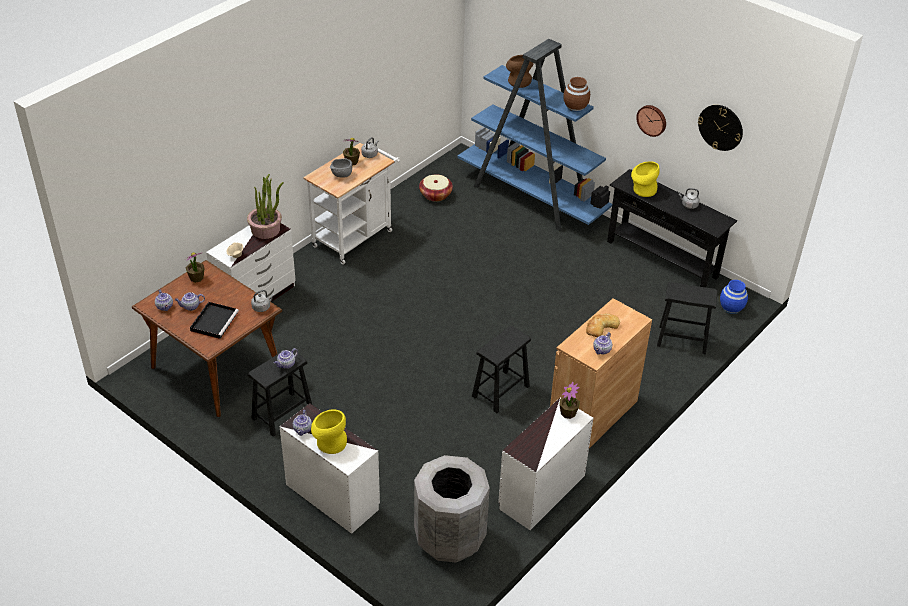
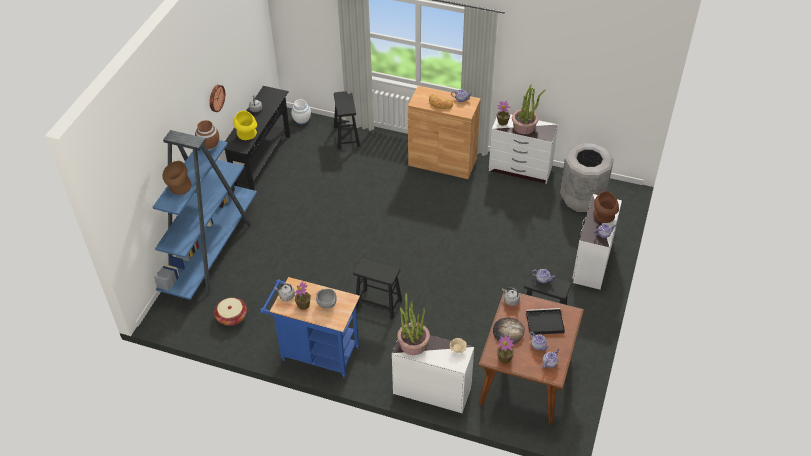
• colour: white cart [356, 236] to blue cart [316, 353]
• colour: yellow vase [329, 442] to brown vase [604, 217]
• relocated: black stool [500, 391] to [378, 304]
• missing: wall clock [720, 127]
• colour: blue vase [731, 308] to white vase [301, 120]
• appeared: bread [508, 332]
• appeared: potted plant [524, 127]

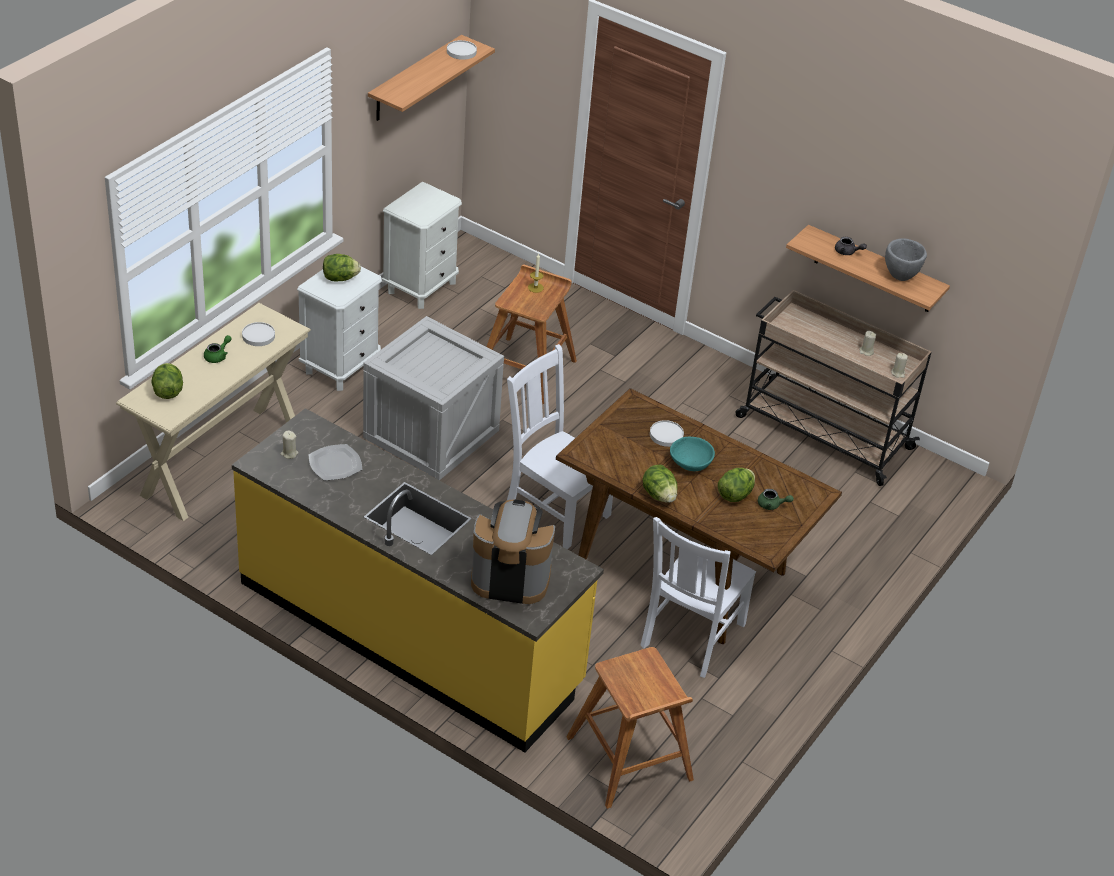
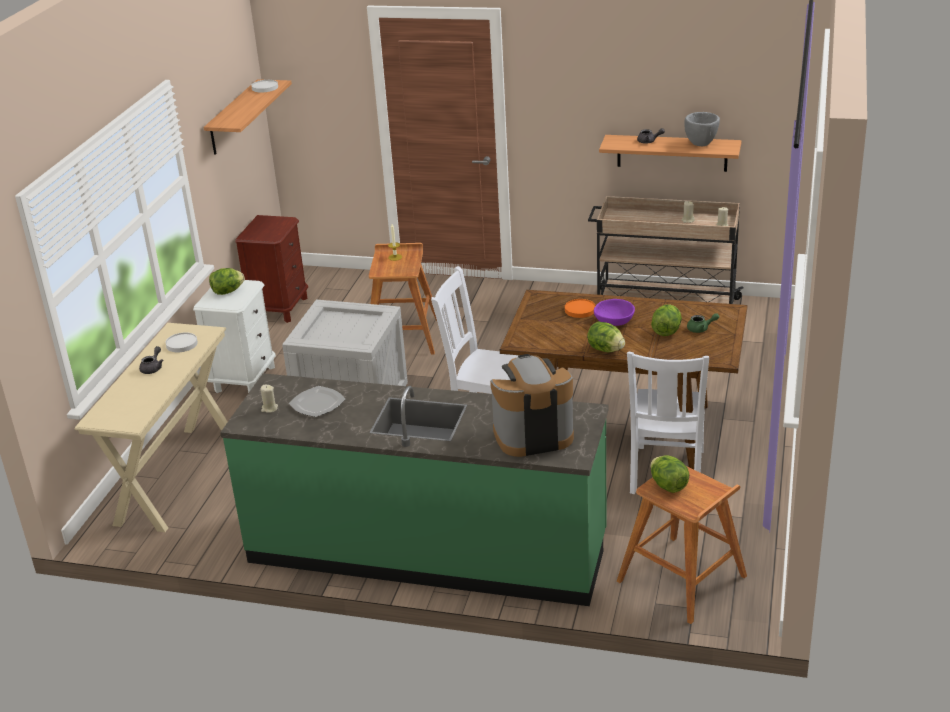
• relocated: lettuce [168, 391] to [668, 486]
• colour: green teapot [218, 356] to grey teapot [153, 368]
• colour: yellow counter [410, 634] to green counter [427, 550]
• colour: white nightstand [421, 287] to brown nightstand [280, 308]
• colour: white plate [666, 435] to orange plate [580, 310]
• colour: turquoise bowl [689, 463] to purple bowl [613, 322]

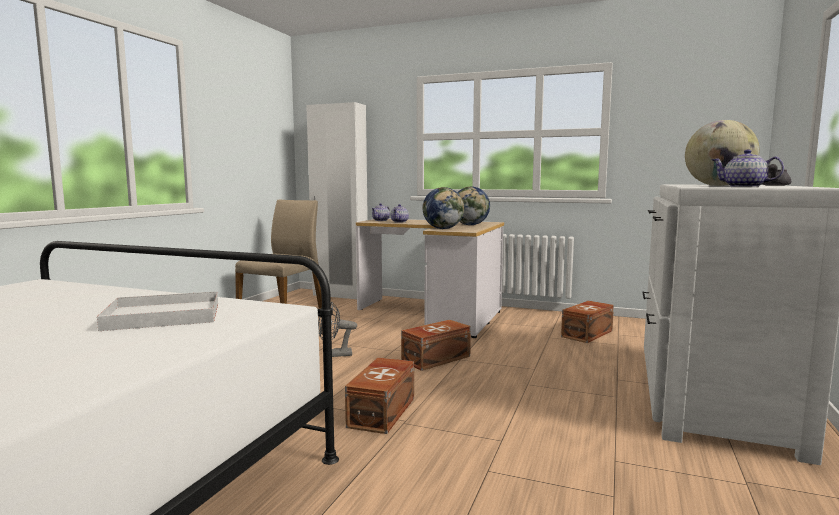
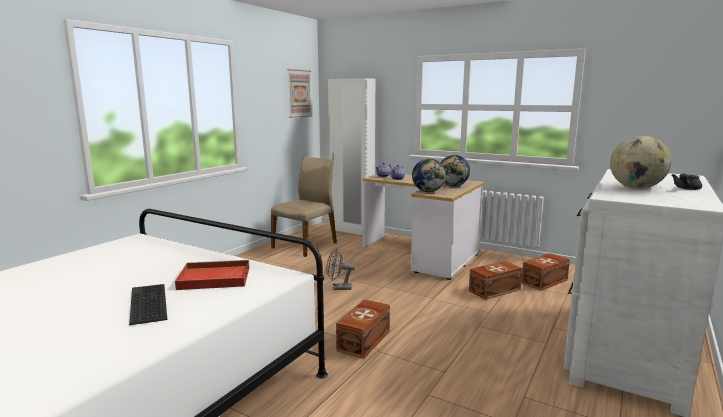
• colour: white tray [161, 316] to red tray [213, 278]
• relocated: brown storage box [434, 358] to [493, 290]
• missing: teapot [744, 187]
• appeared: keyboard [149, 304]
• appeared: picture [299, 93]

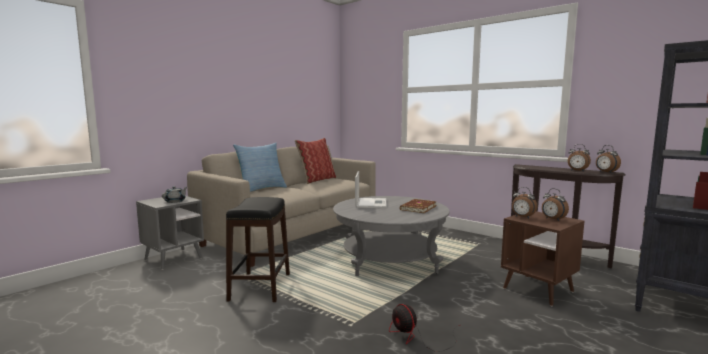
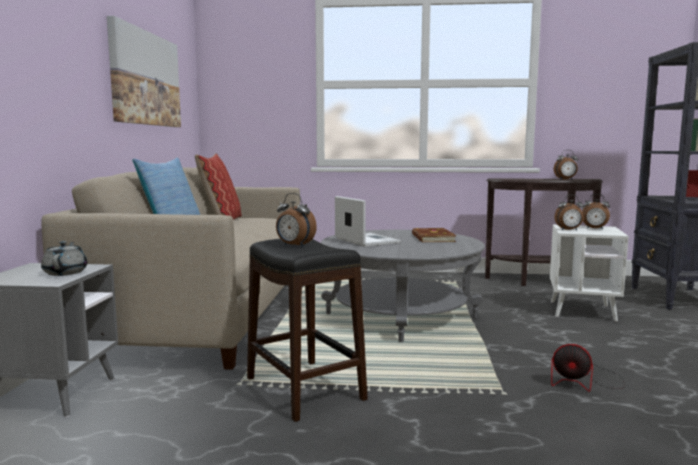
• colour: brown side table [538, 290] to white side table [582, 311]
• relocated: alarm clock [605, 172] to [294, 246]
• appeared: picture [145, 79]

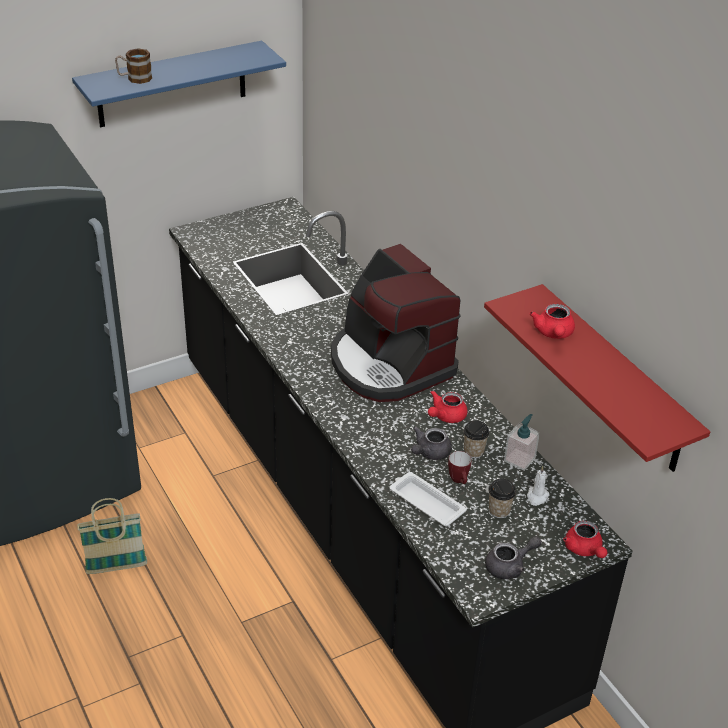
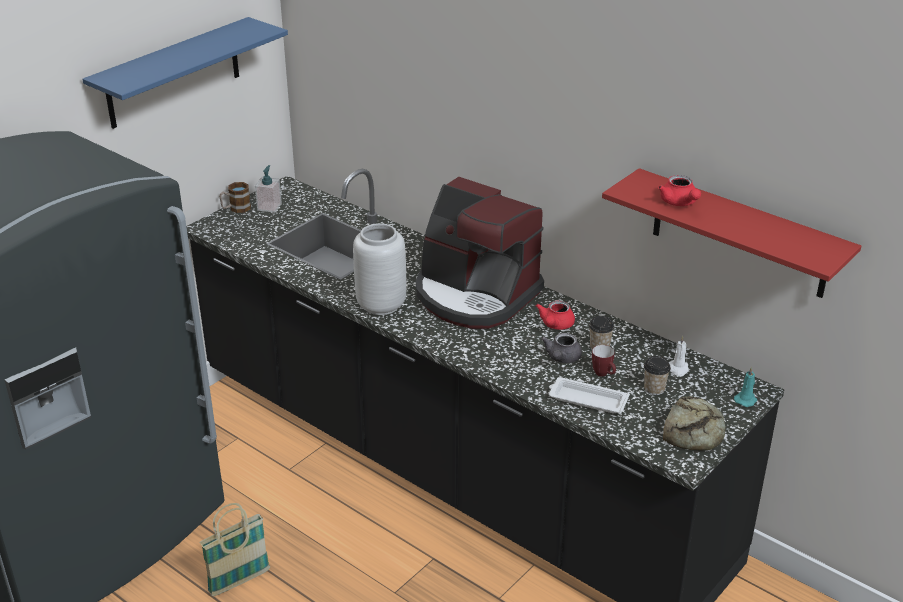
• relocated: mug [134, 78] to [236, 209]
• exchanged: grey teapot [510, 566] to bread [694, 430]
• relocated: soap dispenser [519, 459] to [269, 207]
• exchanged: red teapot [584, 550] to turquoise candle [746, 400]
• appeared: grey vase [380, 305]

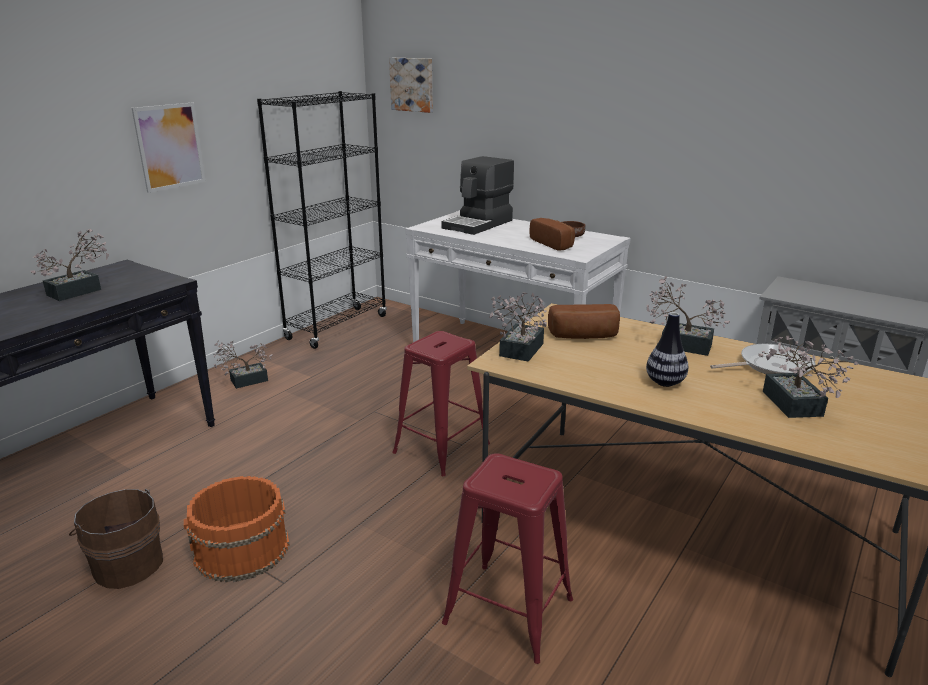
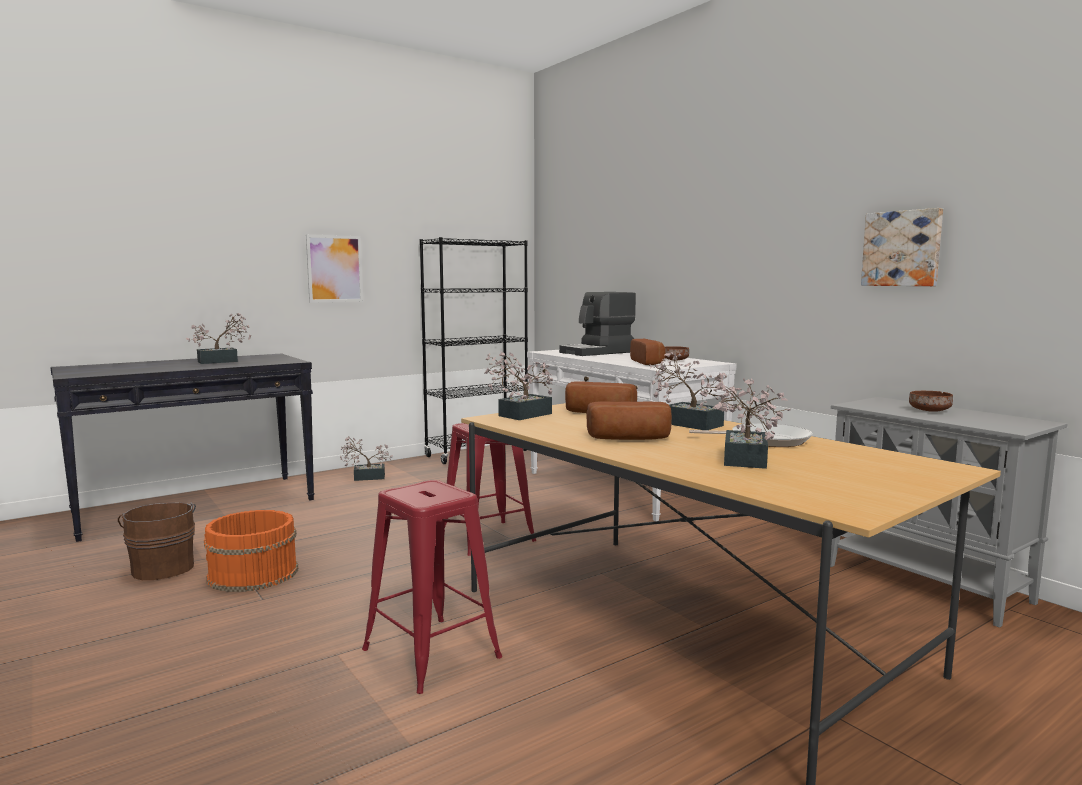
• relocated: picture [412, 84] to [902, 248]
• exchanged: vase [664, 382] to bread [629, 439]
• appeared: brown bowl [928, 410]

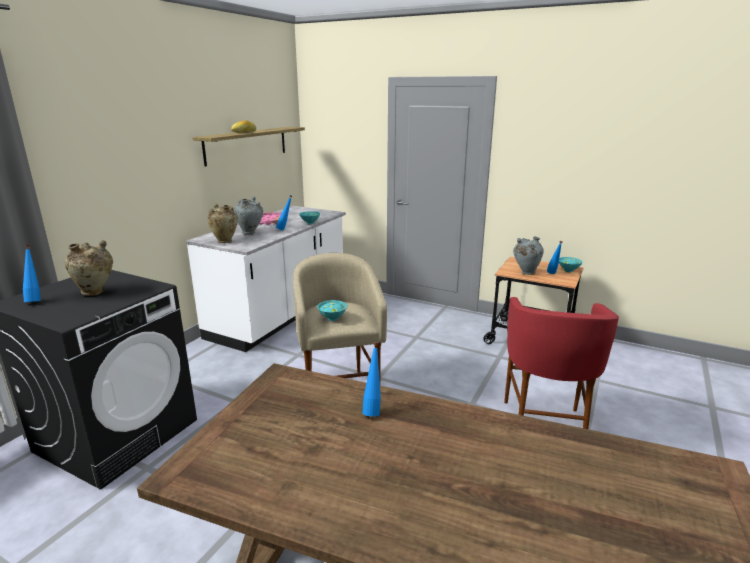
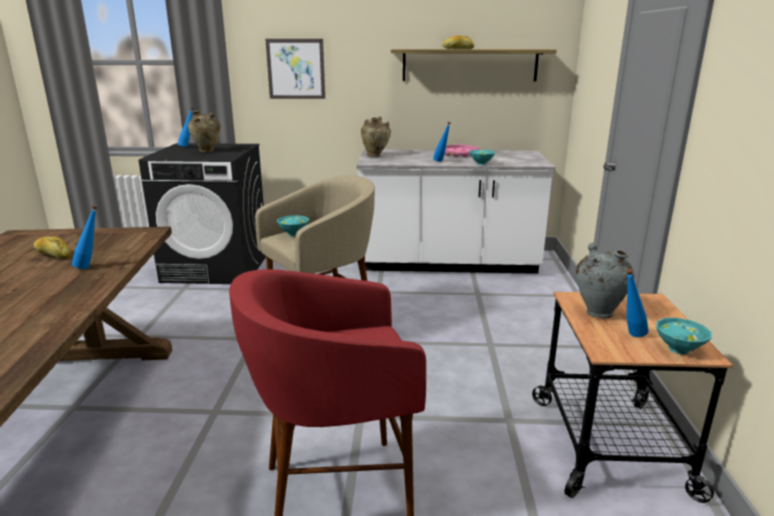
• missing: grey vase [250, 232]
• appeared: bread [53, 255]
• appeared: picture [296, 69]

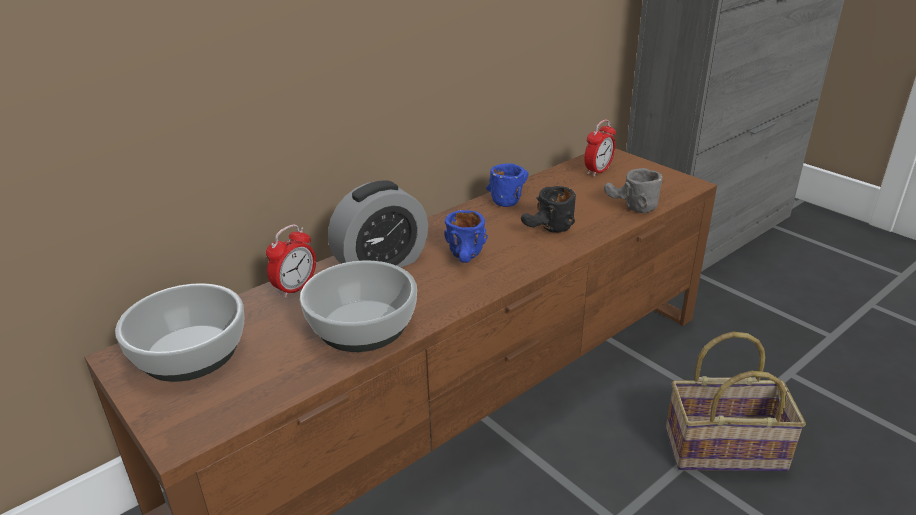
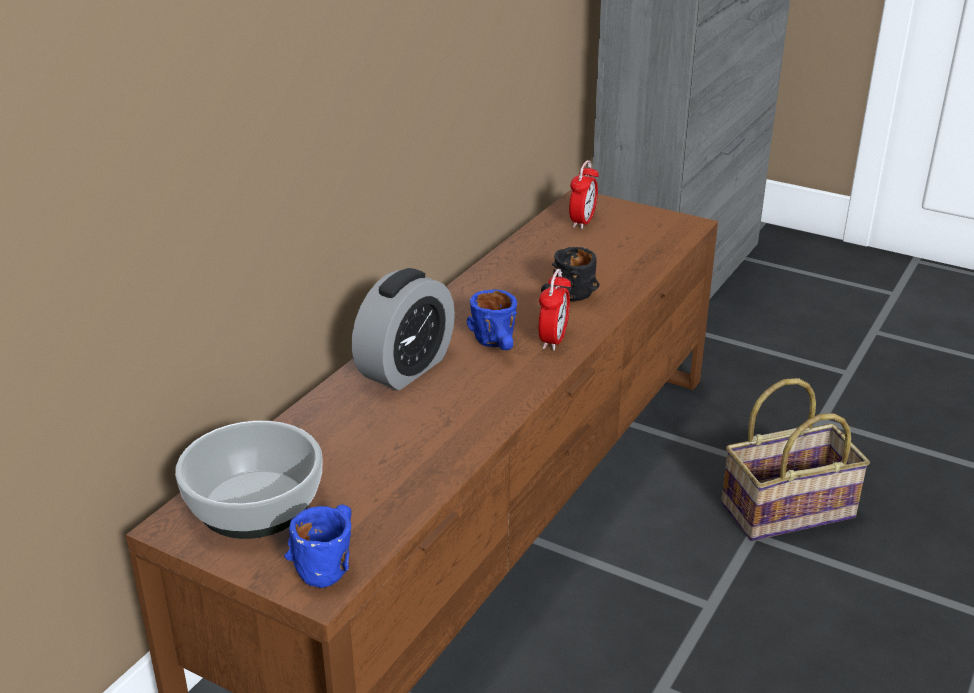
• relocated: alarm clock [295, 288] to [553, 340]
• missing: bowl [361, 326]
• relocated: blue mug [509, 197] to [326, 560]
• missing: grey mug [629, 207]

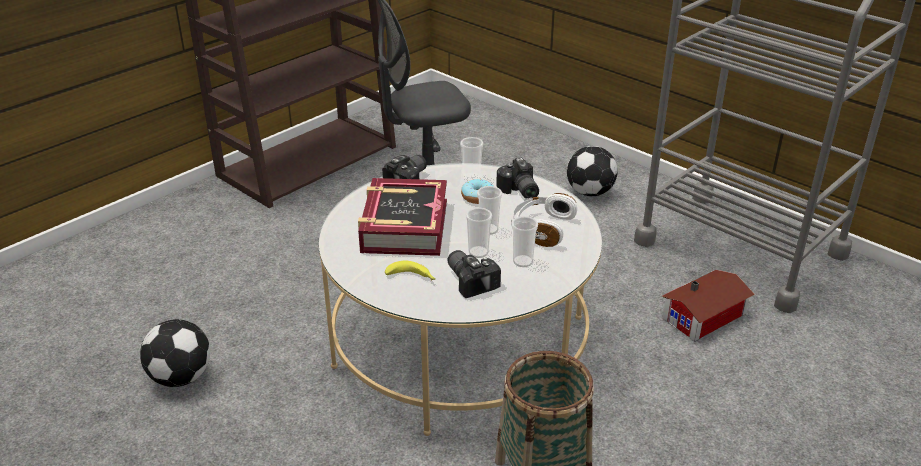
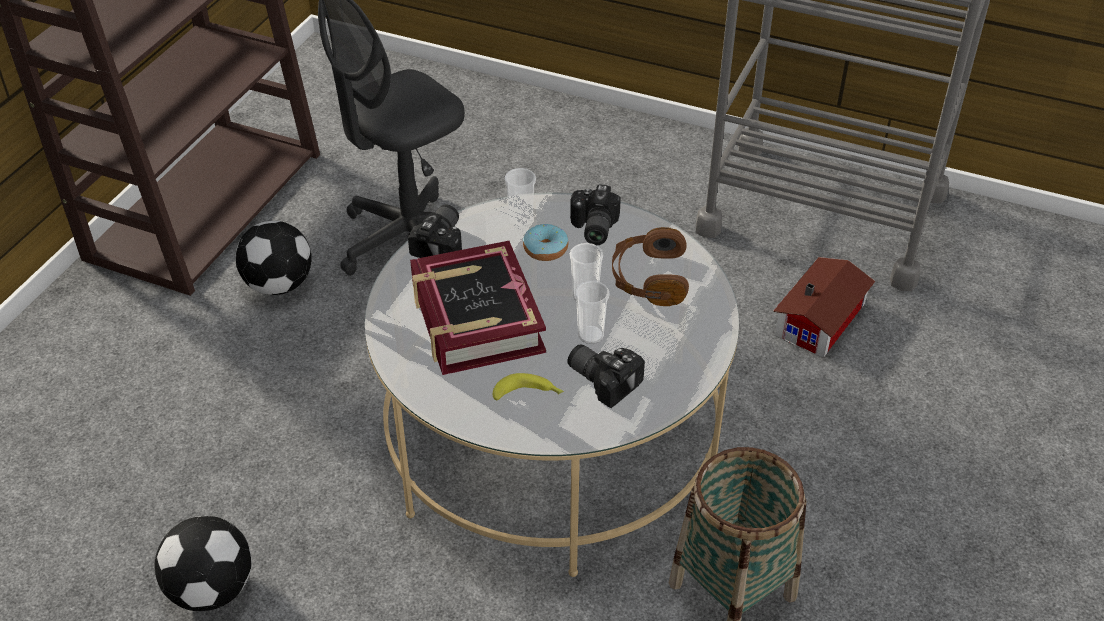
• spun: photo camera [518, 192] = [592, 228] 45 degrees clockwise
• colour: white headphones [541, 228] to brown headphones [648, 279]
• missing: cup [523, 261]
• relocated: football [590, 192] to [279, 284]

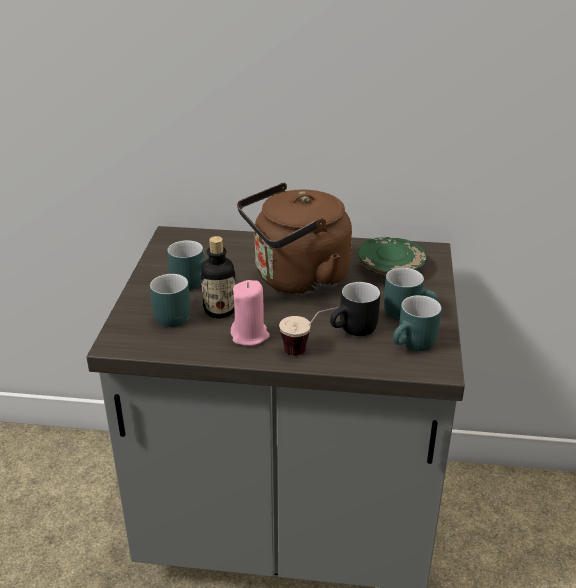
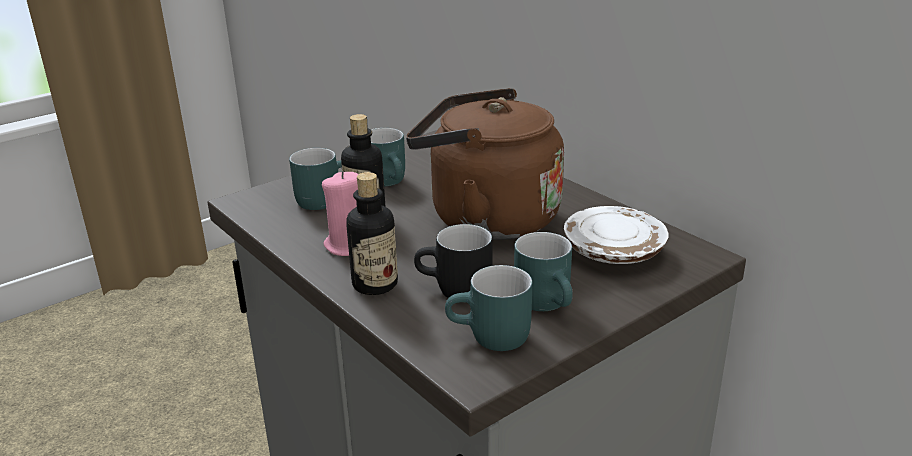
• exchanged: cup [307, 350] to bottle [375, 284]
• colour: green plate [390, 267] to white plate [614, 251]

